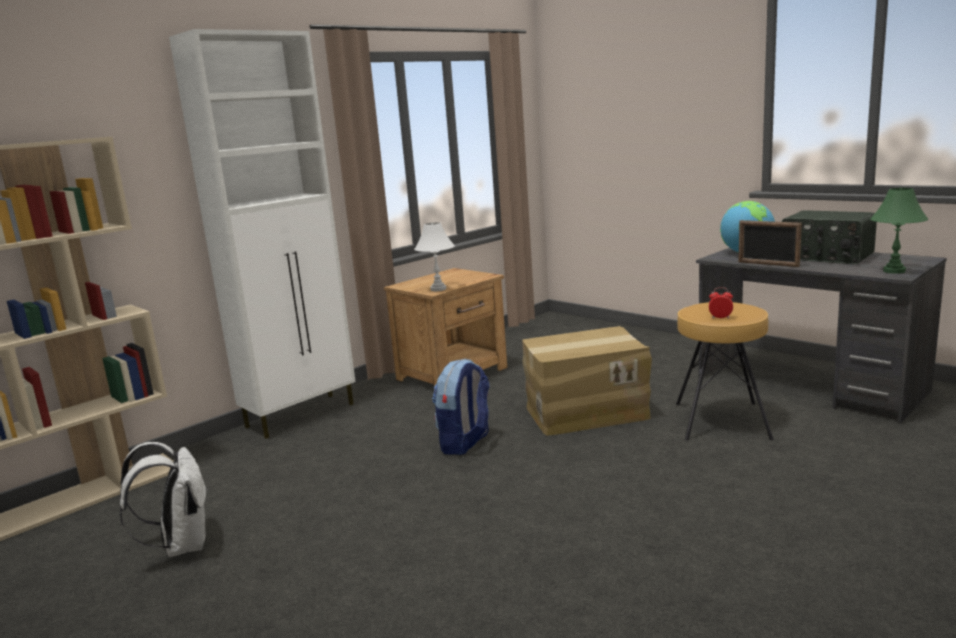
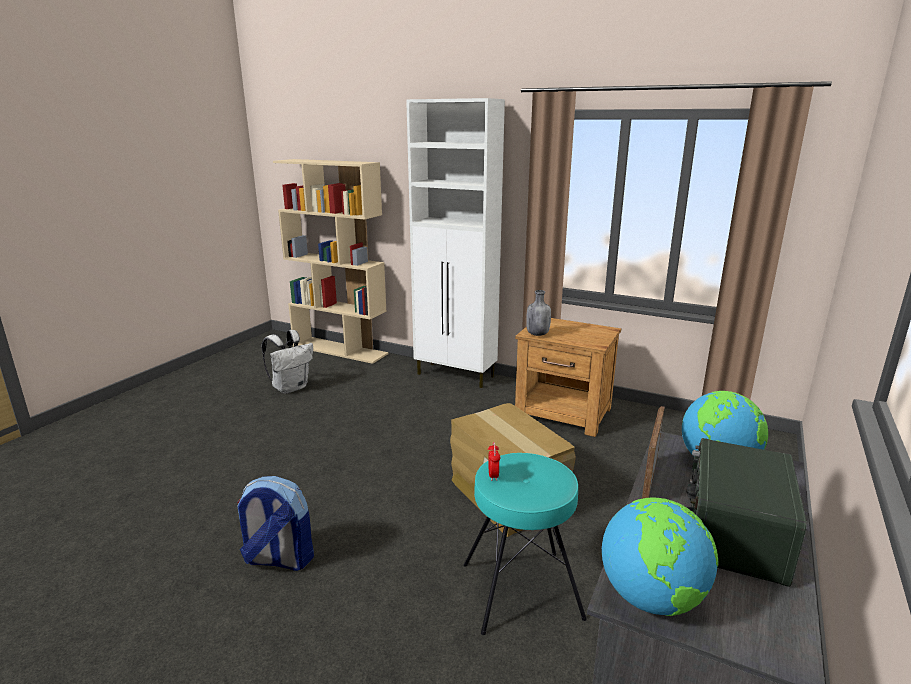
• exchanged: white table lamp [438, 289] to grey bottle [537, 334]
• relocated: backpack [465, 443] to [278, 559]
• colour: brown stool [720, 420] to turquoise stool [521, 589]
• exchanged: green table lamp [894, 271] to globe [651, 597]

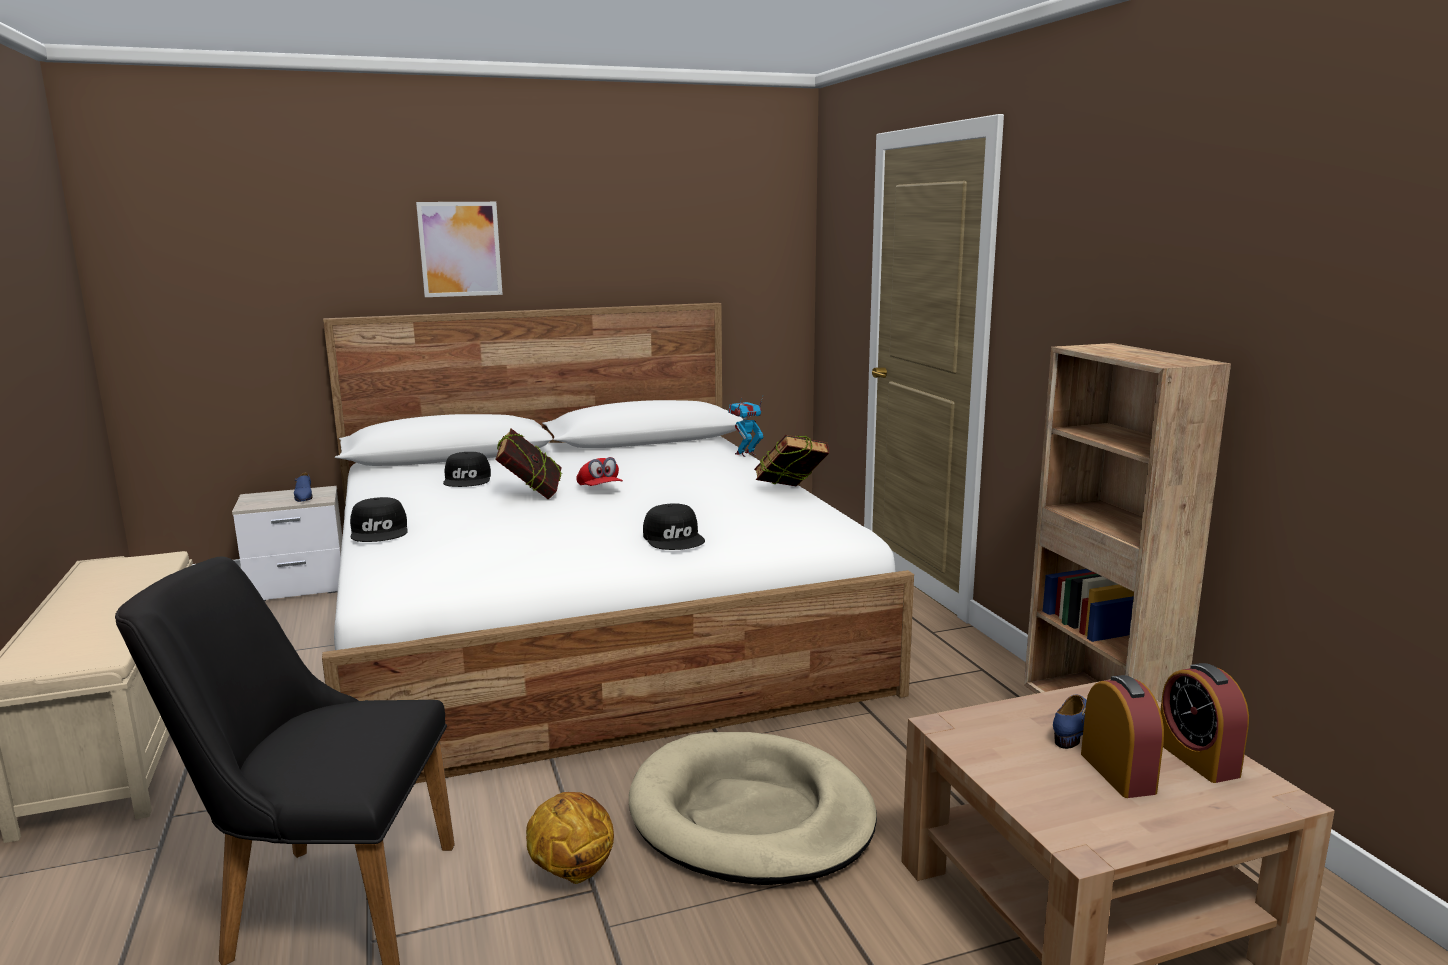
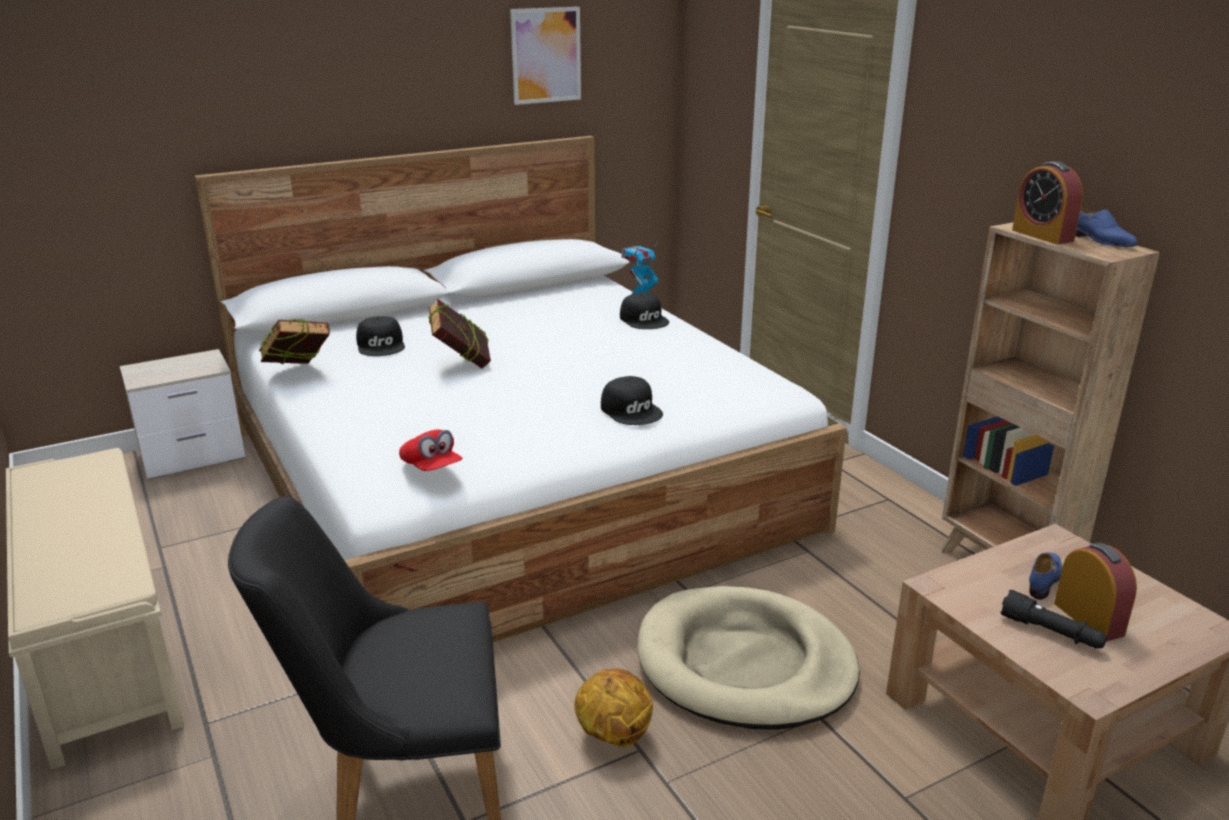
• relocated: blue shoe [304, 497] to [1100, 240]
• relocated: black cap [380, 531] to [645, 319]
• relocated: picture [460, 249] to [546, 55]
• relocated: red cap [599, 489] to [431, 467]
• relocated: book [790, 492] to [298, 373]
• relocated: alarm clock [1197, 758] to [1042, 235]
• appeared: black flashlight [1051, 633]

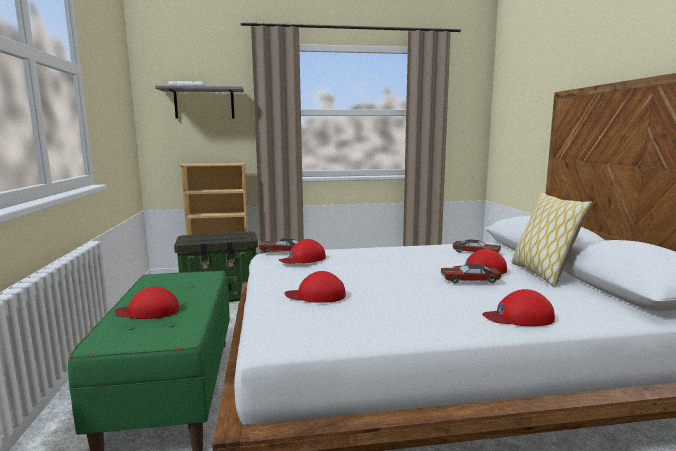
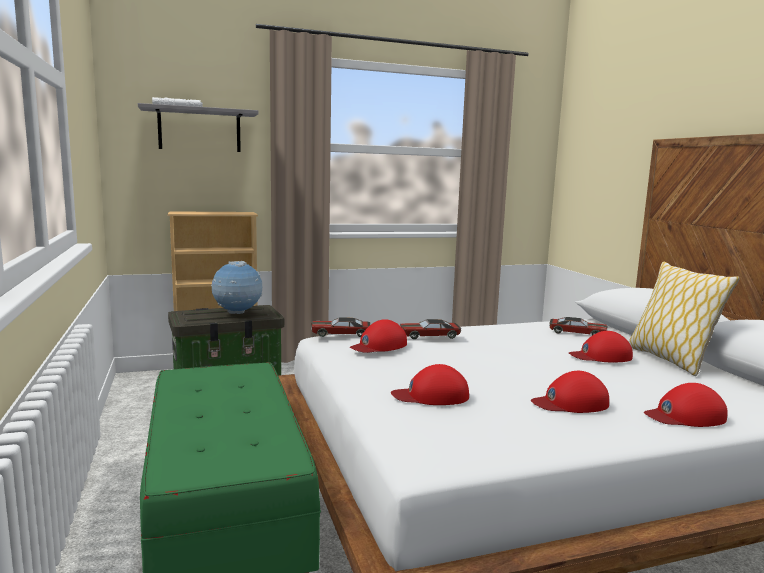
• relocated: red cap [148, 311] to [570, 403]
• relocated: toy car [469, 280] to [429, 335]
• appeared: globe [237, 313]

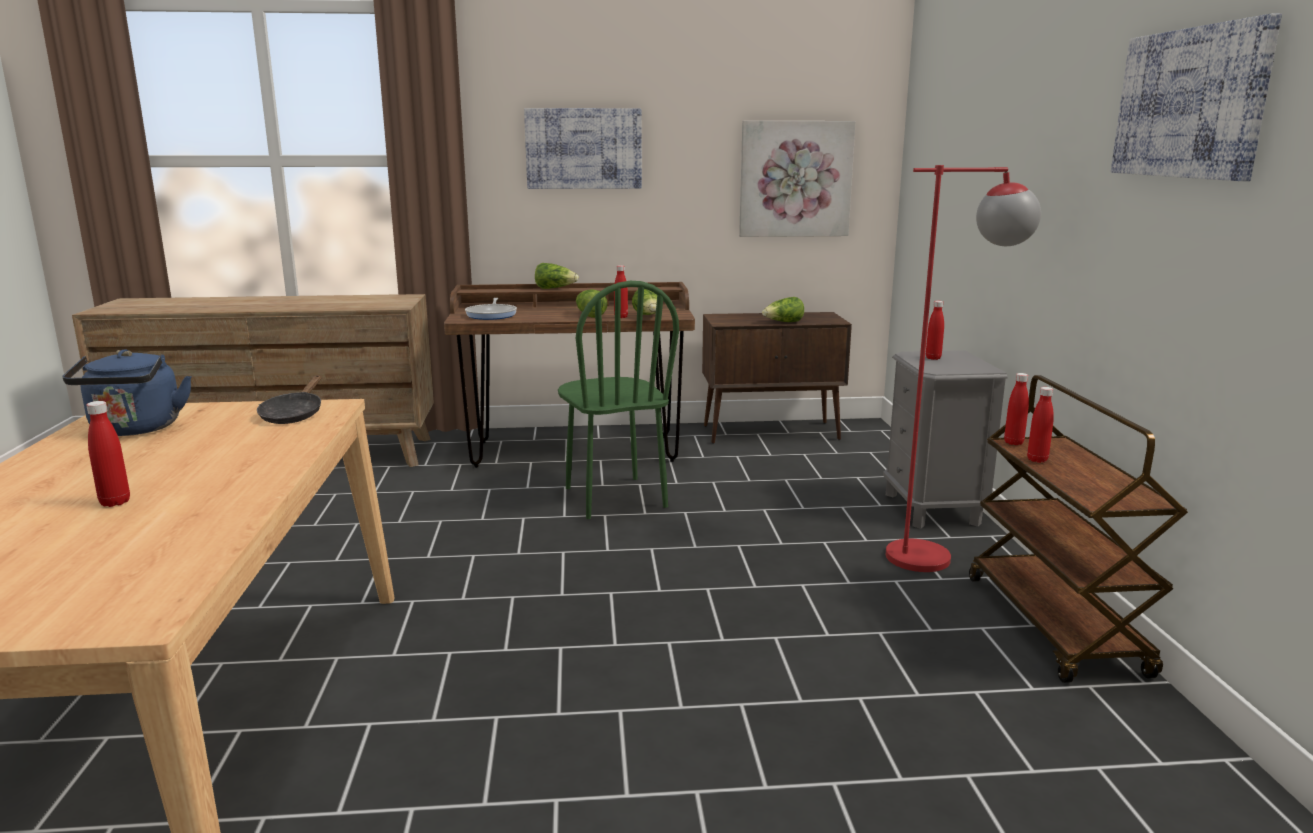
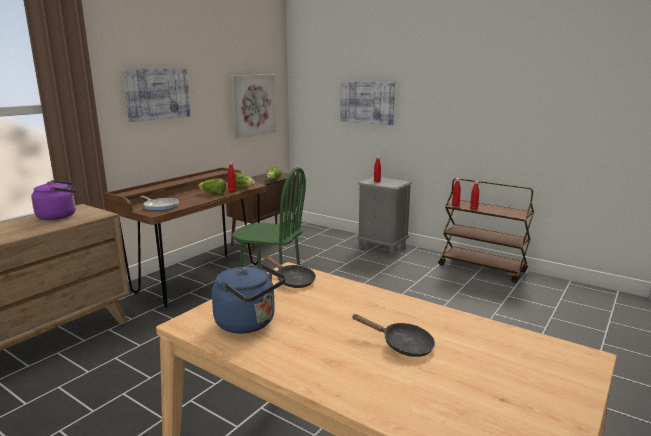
• exchanged: red bottle [115, 502] to black frying pan [402, 345]
• missing: lettuce [555, 288]
• missing: red floor lamp [939, 556]
• relocated: picture [1190, 103] to [367, 102]
• appeared: purple kettle [59, 216]

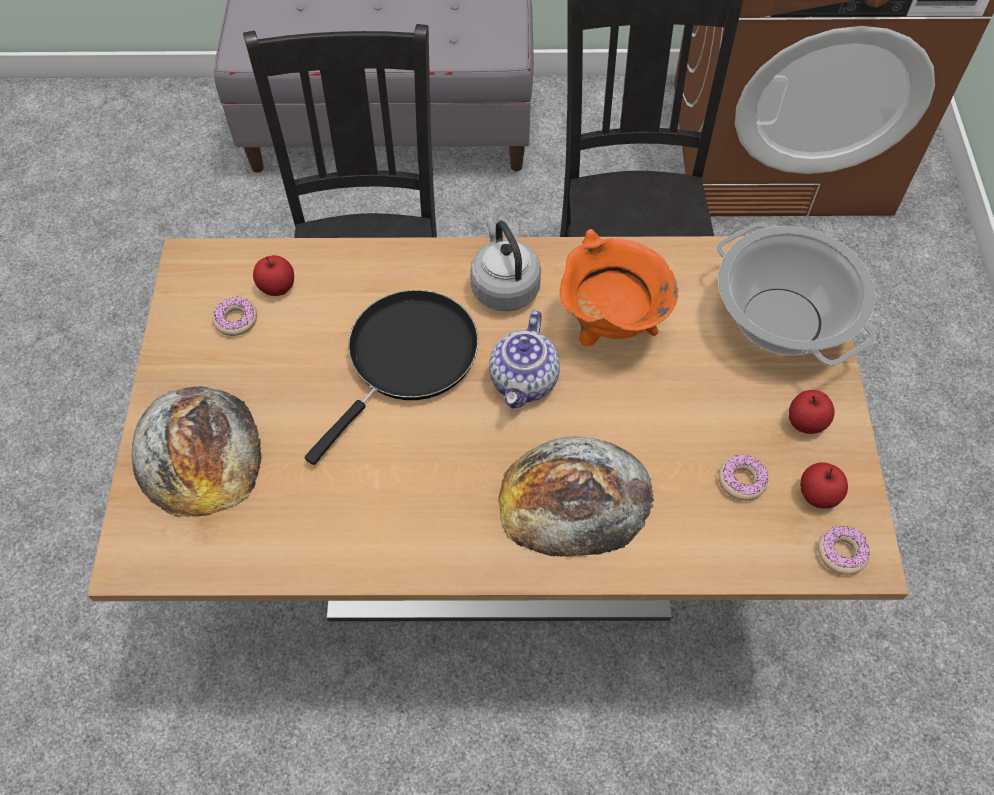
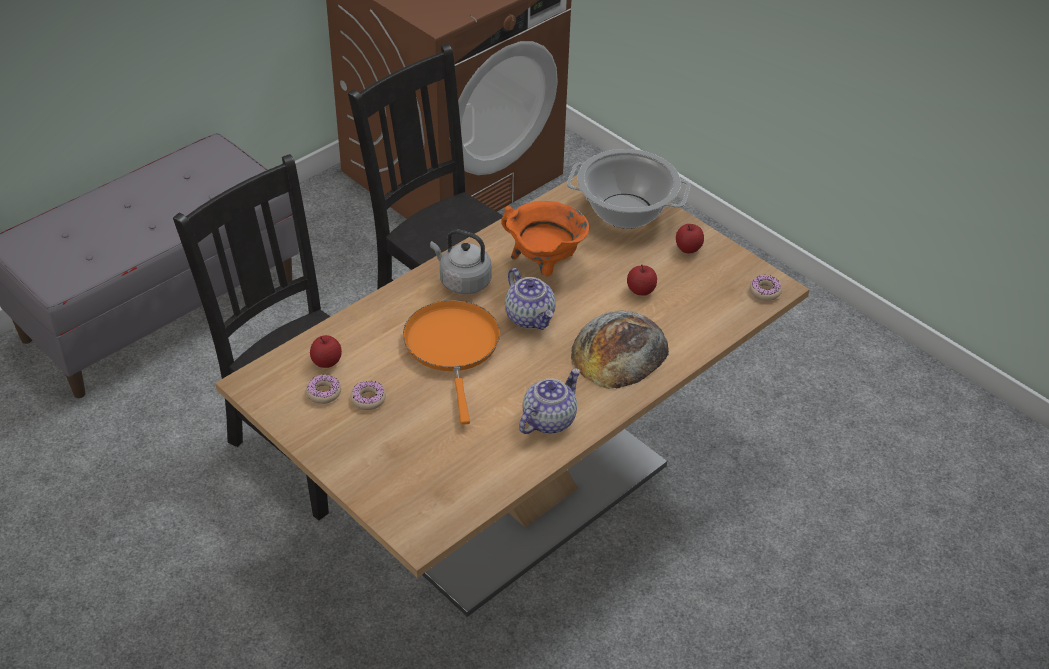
• missing: bread [197, 450]
• colour: black frying pan [407, 359] to orange frying pan [453, 347]
• relocated: donut [741, 480] to [368, 399]
• relocated: apple [818, 494] to [640, 290]
• appeared: teapot [548, 419]

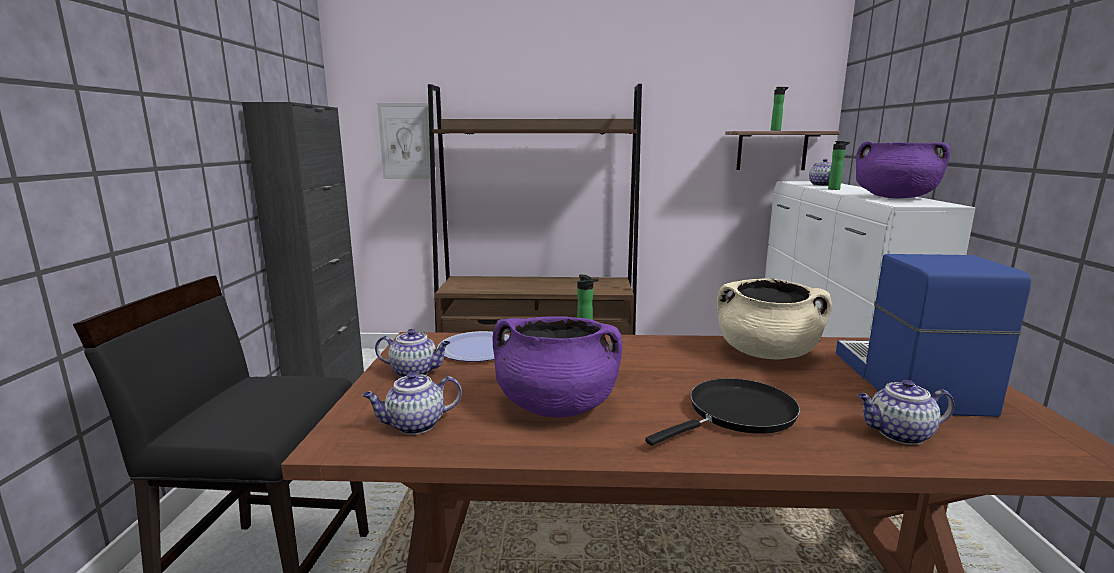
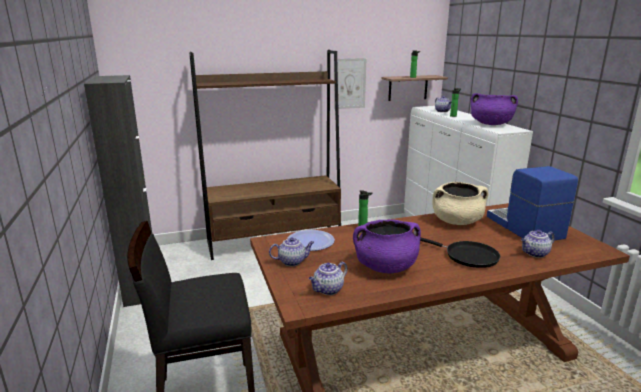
• relocated: picture [405, 141] to [349, 83]
• spun: black frying pan [736, 414] = [467, 256] 90 degrees clockwise

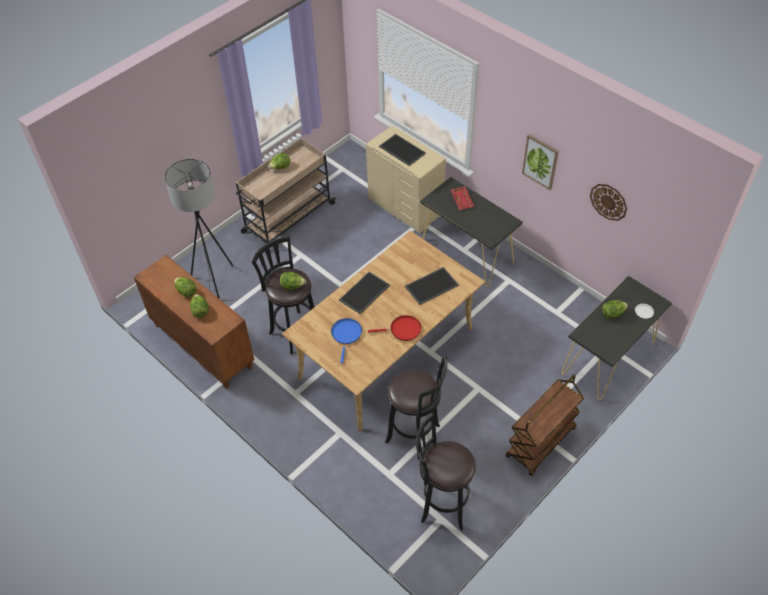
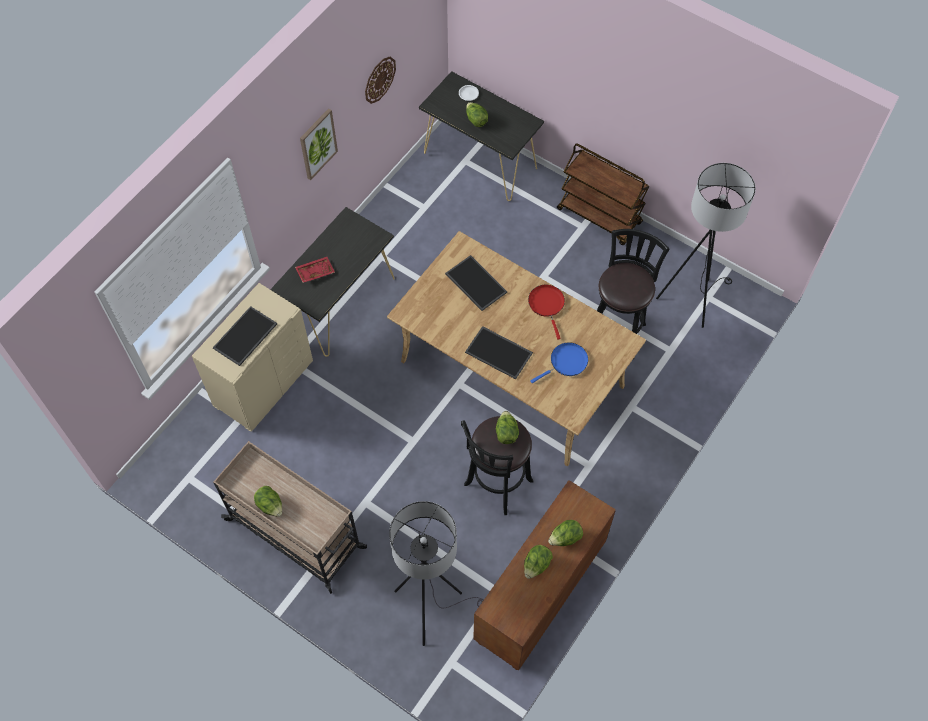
• spun: blue frying pan [346, 335] = [566, 362] 150 degrees clockwise
• exchanged: black stool [442, 504] to black floor lamp [691, 298]

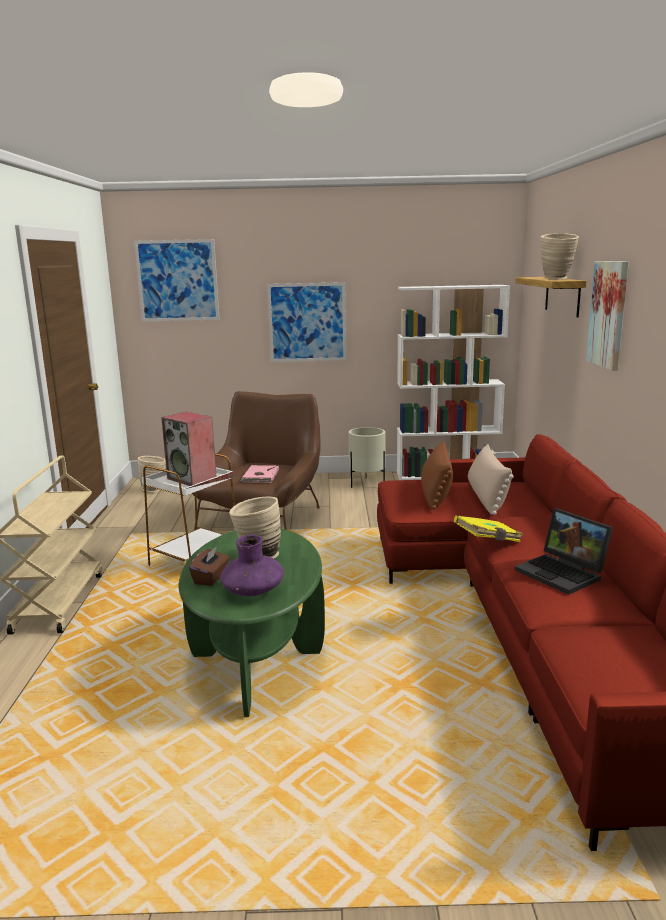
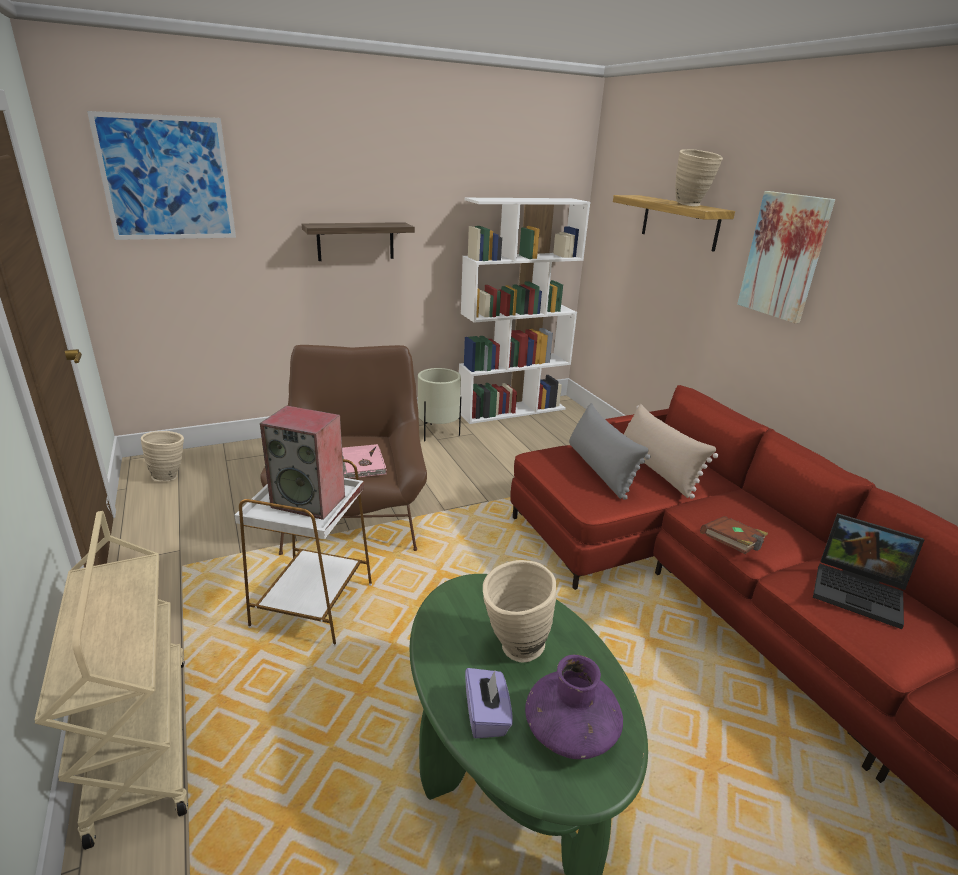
• colour: brown tissue box [211, 578] to purple tissue box [486, 716]
• exchanged: picture [307, 322] to shelf [355, 241]
• colour: brown pillow [436, 493] to grey pillow [600, 469]
• colour: yellow book [488, 540] to brown book [732, 546]

